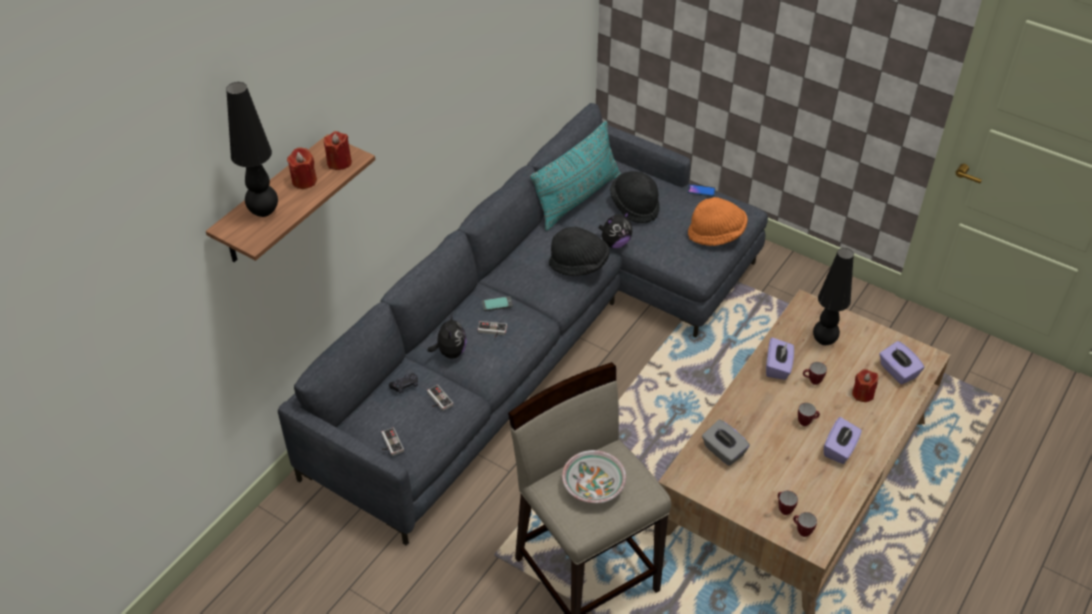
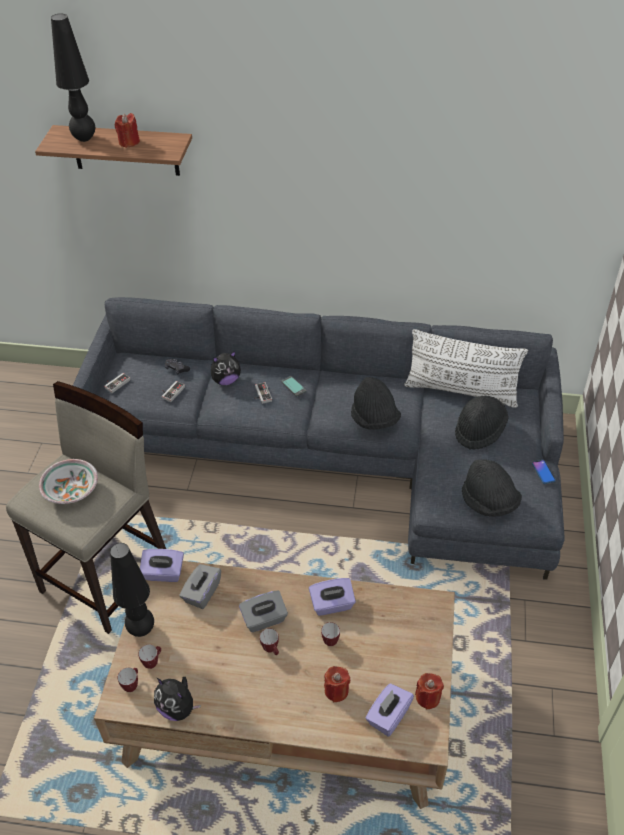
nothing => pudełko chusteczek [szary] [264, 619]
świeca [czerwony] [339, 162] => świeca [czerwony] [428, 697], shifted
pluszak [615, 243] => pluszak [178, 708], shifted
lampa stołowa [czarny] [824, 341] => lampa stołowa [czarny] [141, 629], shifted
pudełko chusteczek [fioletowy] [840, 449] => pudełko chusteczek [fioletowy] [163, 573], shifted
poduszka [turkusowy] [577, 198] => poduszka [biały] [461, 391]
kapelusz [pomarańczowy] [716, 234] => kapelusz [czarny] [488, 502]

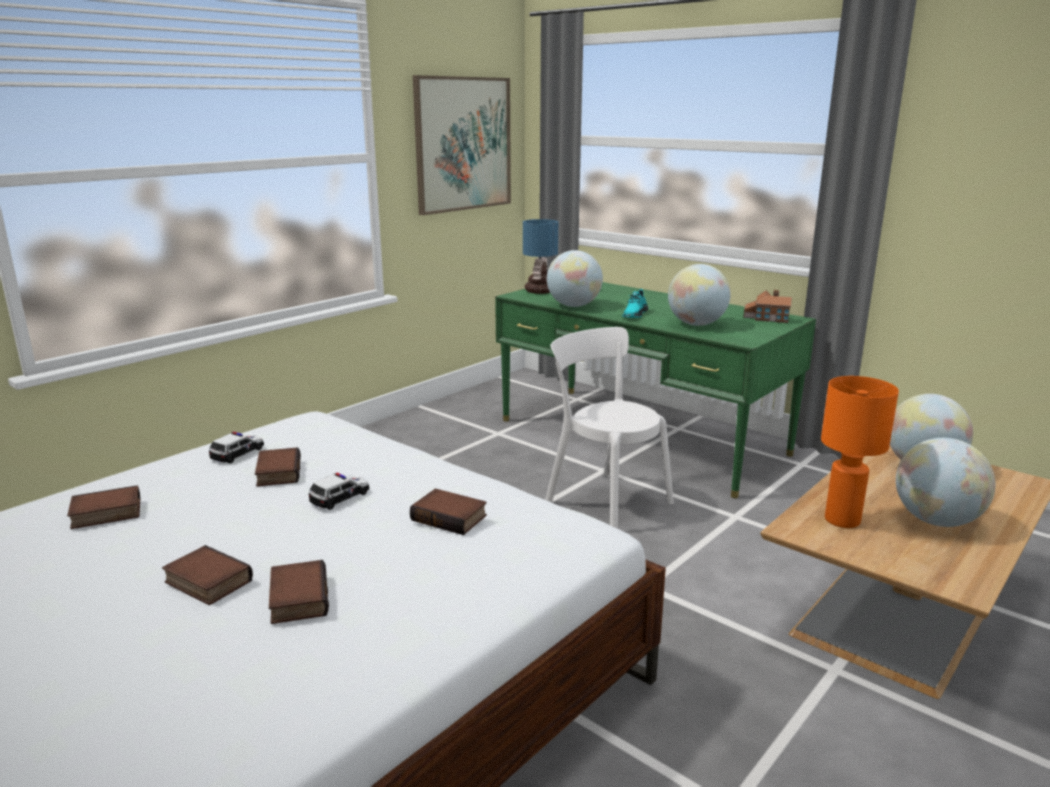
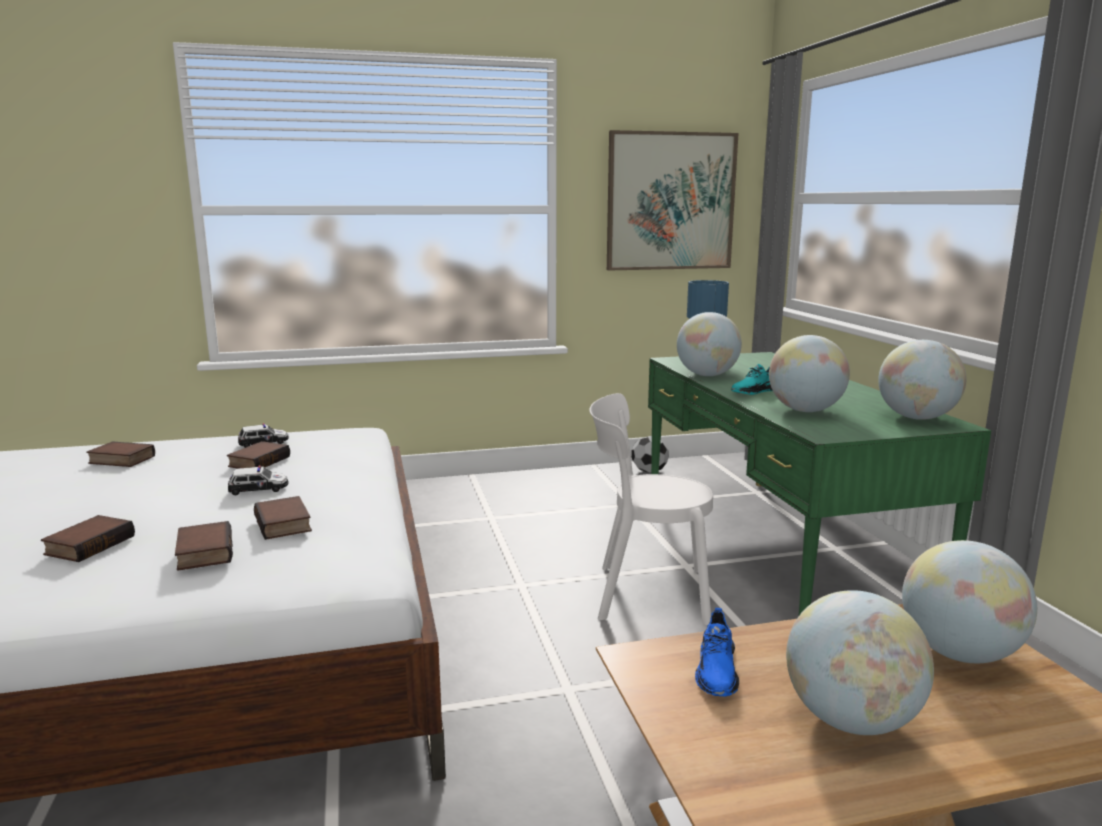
nothing => piłka futbolowa [649, 471]
książka [206, 582] => książka [203, 552], shifted
domek [765, 317] => globus [916, 418]
lampa stołowa [pomarańczowy] [842, 520] => but [niebieski] [716, 670]
krzesło [biały] [604, 500] => krzesło [biały] [645, 593], 75 degrees counterclockwise

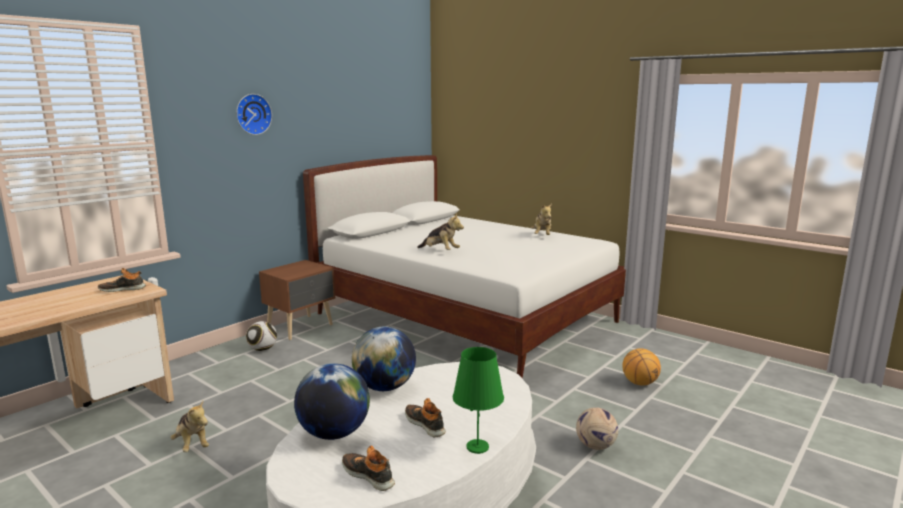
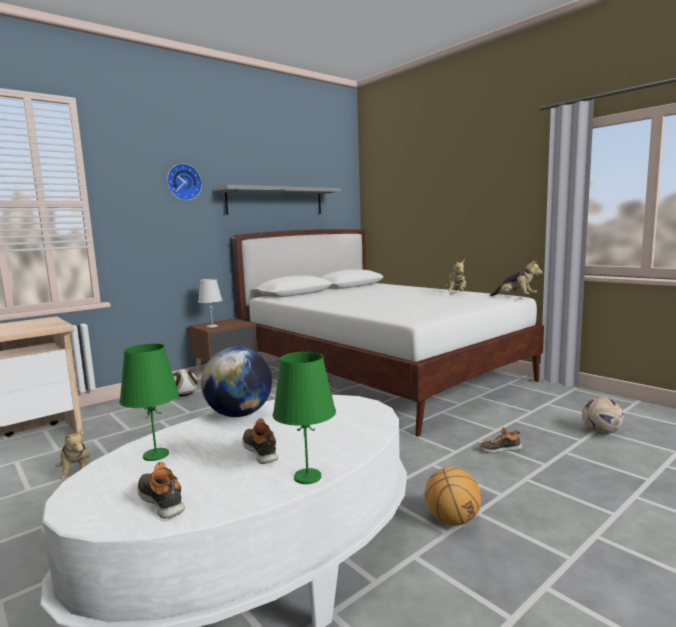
nothing => lampa stołowa [biały] [212, 326]
nothing => półka [szary] [275, 201]
but [123, 289] => but [500, 449], shifted
pluszak [440, 251] => pluszak [515, 297], shifted
piłka futbolowa [595, 446] => piłka futbolowa [601, 432], shifted
piłka do koszykówki [639, 383] => piłka do koszykówki [452, 520], shifted
globus [334, 433] => lampa stołowa [zielony] [156, 455]

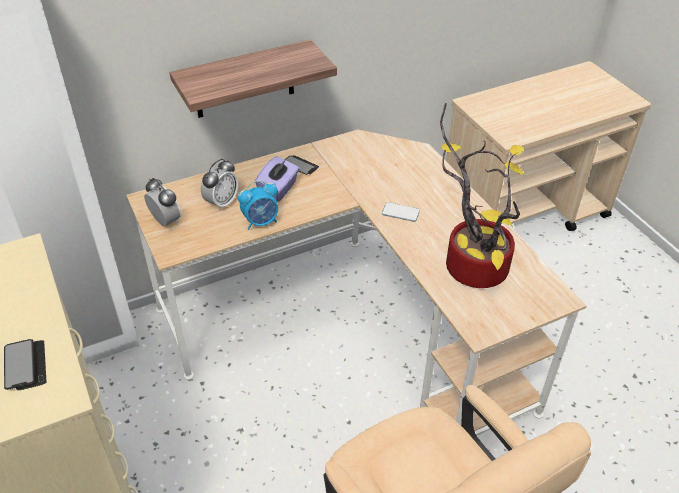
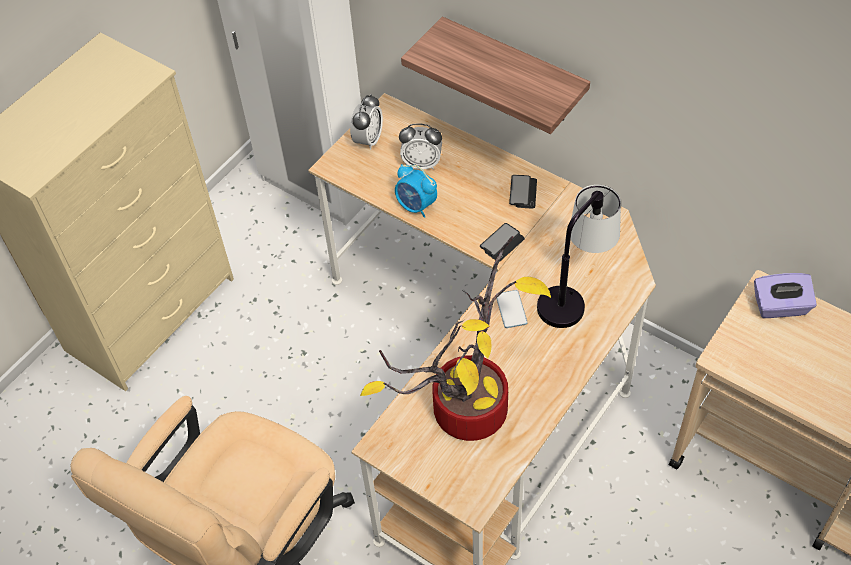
nothing => lampa stołowa [573, 293]
telefon [25, 365] => telefon [502, 243], shifted
pudełko chusteczek [fioletowy] [278, 189] => pudełko chusteczek [fioletowy] [780, 307], shifted

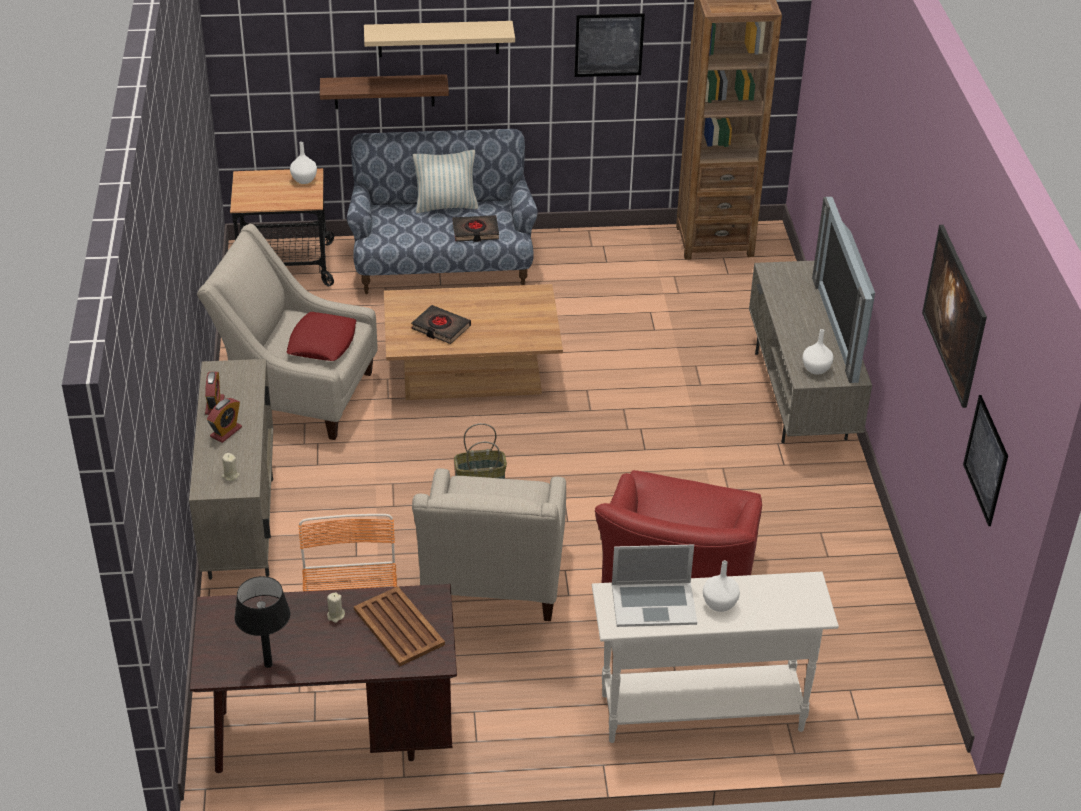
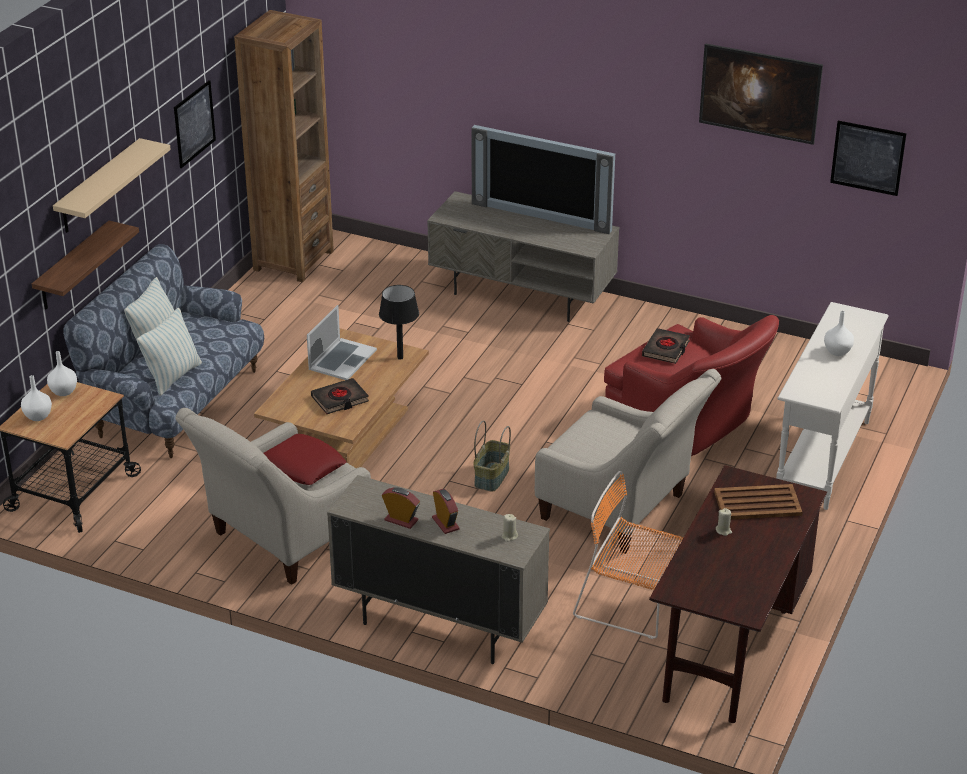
nothing => poduszka [173, 377]
lampa stołowa [czarny] [268, 664] => lampa stołowa [czarny] [400, 357], shifted
książka [czarny] [475, 232] => książka [czarny] [666, 349], shifted
laptop [653, 603] => laptop [342, 359], shifted
wazon [biały] [816, 369] => wazon [biały] [37, 416], shifted

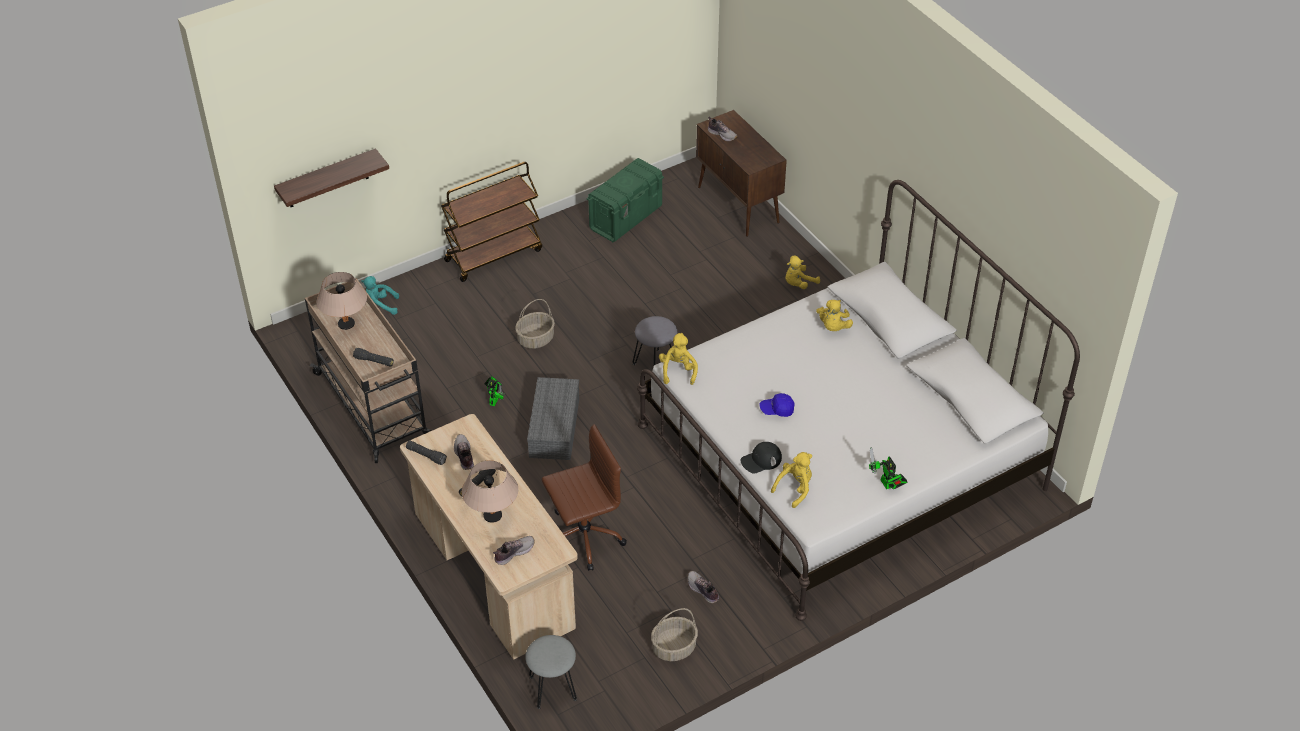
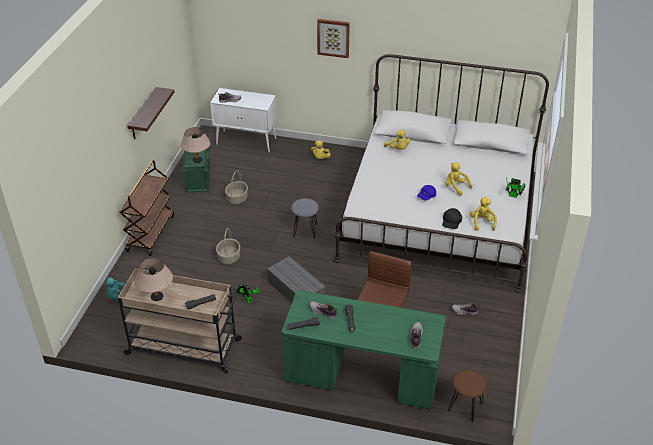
nothing => obraz [333, 37]
półka [327, 179] => półka [143, 114], shifted
lampa stołowa [beżowy] [492, 516] => lampa stołowa [beżowy] [197, 160], shifted
koszyk [674, 648] => koszyk [237, 199], shifted
pluszak [żółty] [678, 371] => pluszak [żółty] [456, 187], shifted
biurko [beżowy] [493, 572] => biurko [zielony] [361, 378]
stołek [szary] [552, 688] => stołek [brązowy] [465, 407]
szafka [brązowy] [739, 205] => szafka [biały] [246, 141]

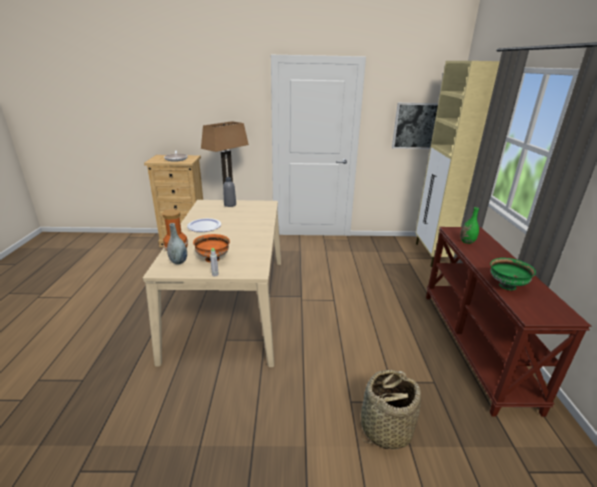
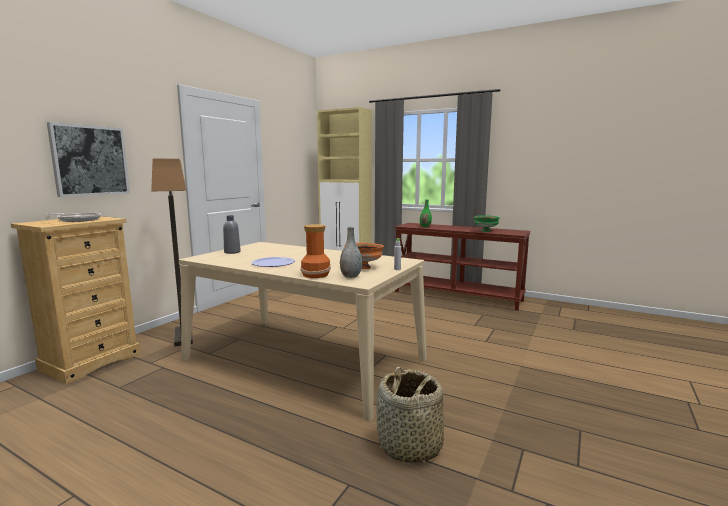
koszyk [385, 428] => koszyk [409, 446], shifted
obraz [416, 126] => obraz [90, 160], shifted

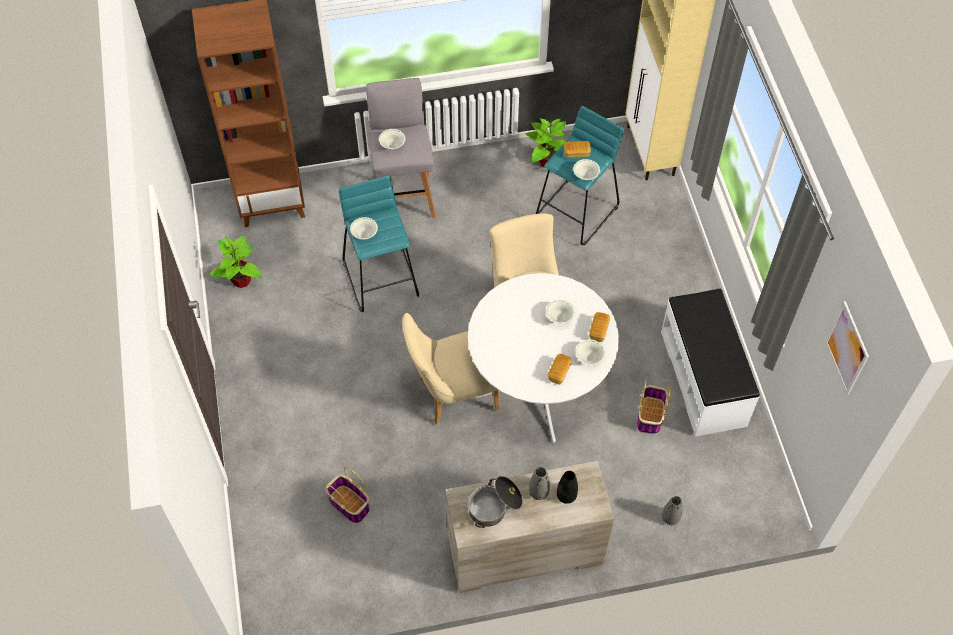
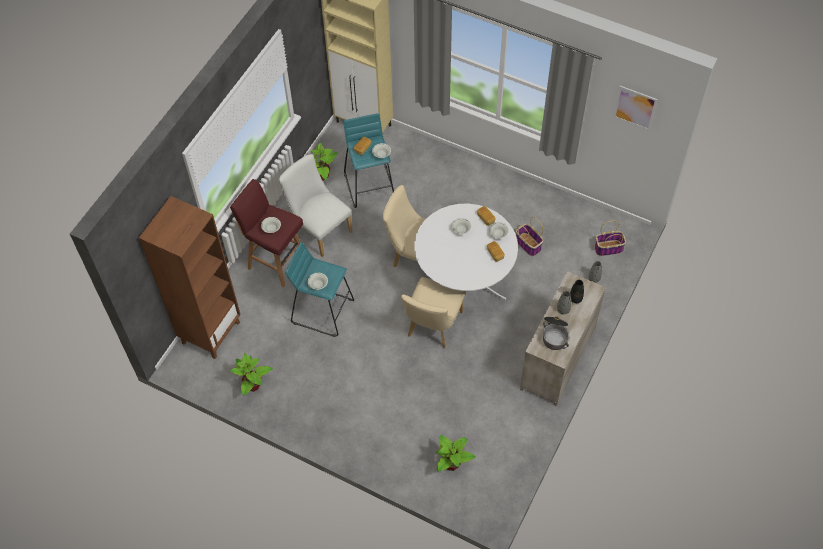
ławka [biały] [704, 378] => nothing
nothing => krzesło [biały] [319, 229]
nothing => roślina doniczkowa [452, 463]
koszyk [350, 504] => koszyk [609, 248], shifted
stołek [szary] [404, 196] => stołek [czerwony] [276, 261]

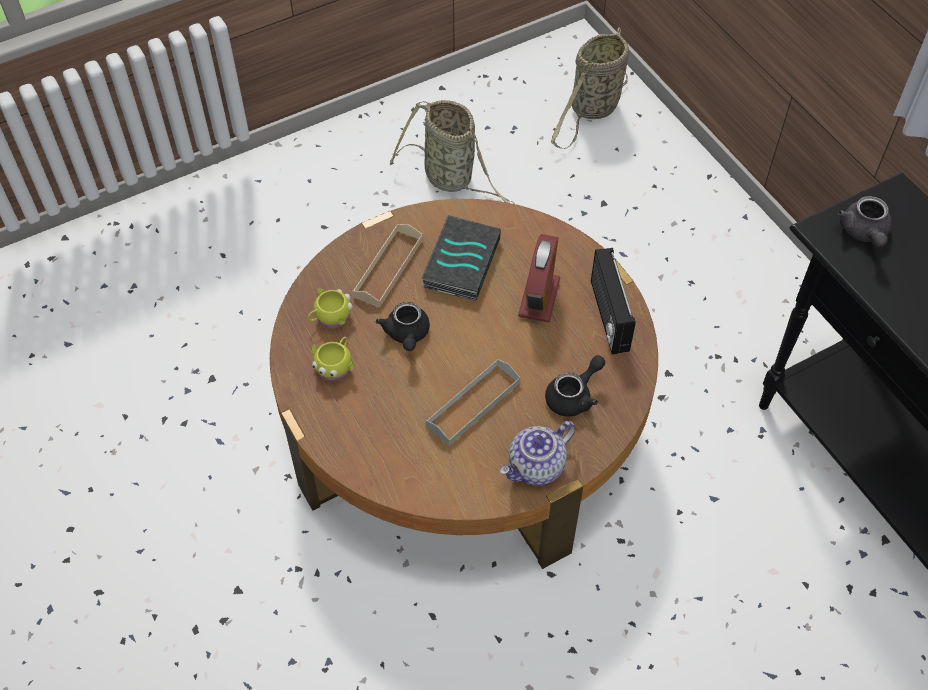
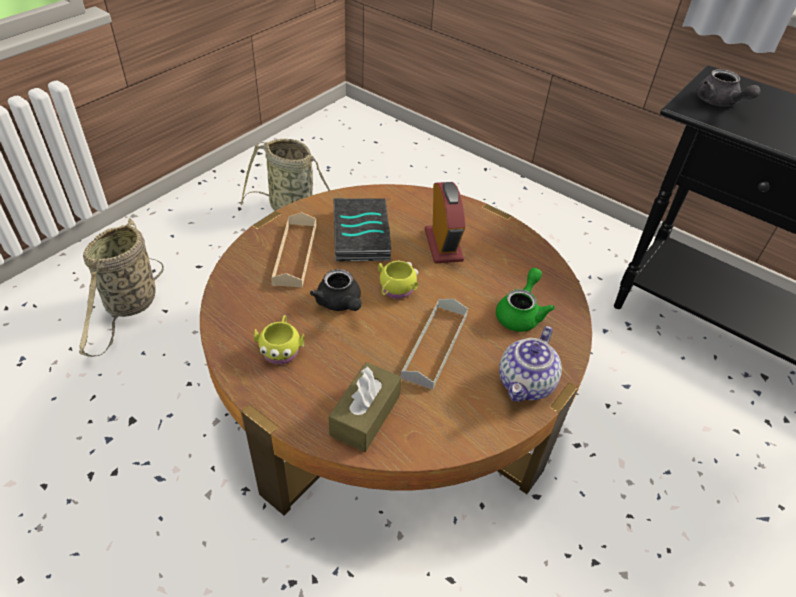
radio [607, 316] => nothing
nothing => pudełko chusteczek [brązowy] [365, 415]
kubek [żółty] [330, 317] => kubek [żółty] [395, 290], shifted
koszyk [592, 110] => koszyk [130, 306], shifted
imbryk [czarny] [574, 396] => imbryk [zielony] [520, 313]

